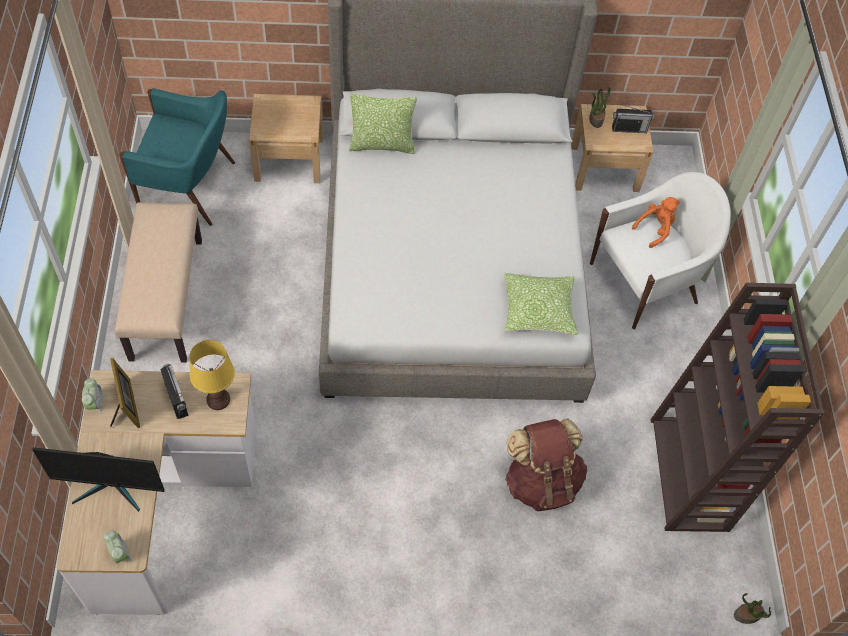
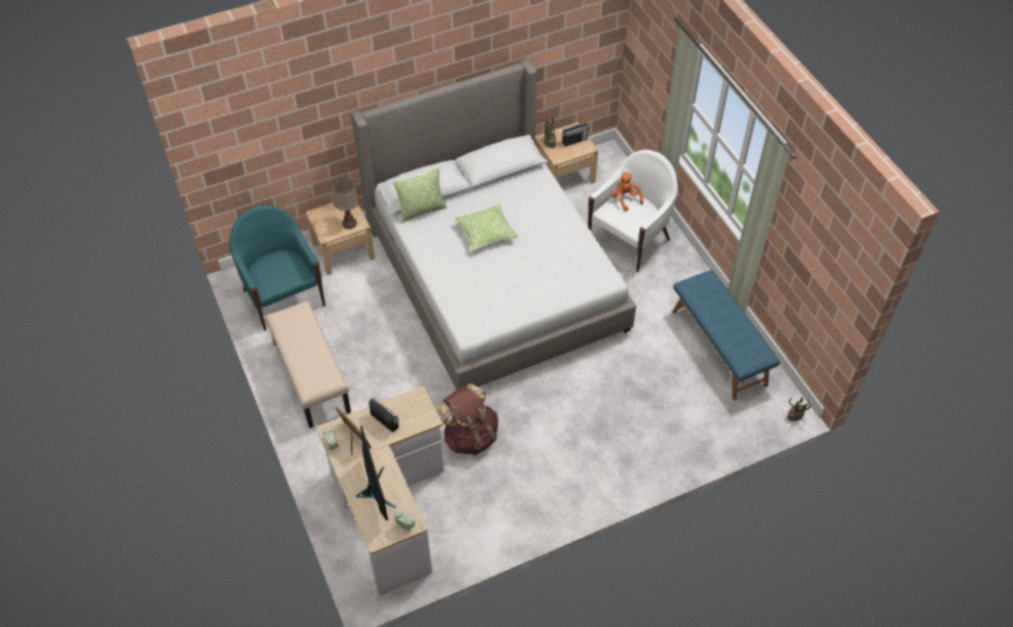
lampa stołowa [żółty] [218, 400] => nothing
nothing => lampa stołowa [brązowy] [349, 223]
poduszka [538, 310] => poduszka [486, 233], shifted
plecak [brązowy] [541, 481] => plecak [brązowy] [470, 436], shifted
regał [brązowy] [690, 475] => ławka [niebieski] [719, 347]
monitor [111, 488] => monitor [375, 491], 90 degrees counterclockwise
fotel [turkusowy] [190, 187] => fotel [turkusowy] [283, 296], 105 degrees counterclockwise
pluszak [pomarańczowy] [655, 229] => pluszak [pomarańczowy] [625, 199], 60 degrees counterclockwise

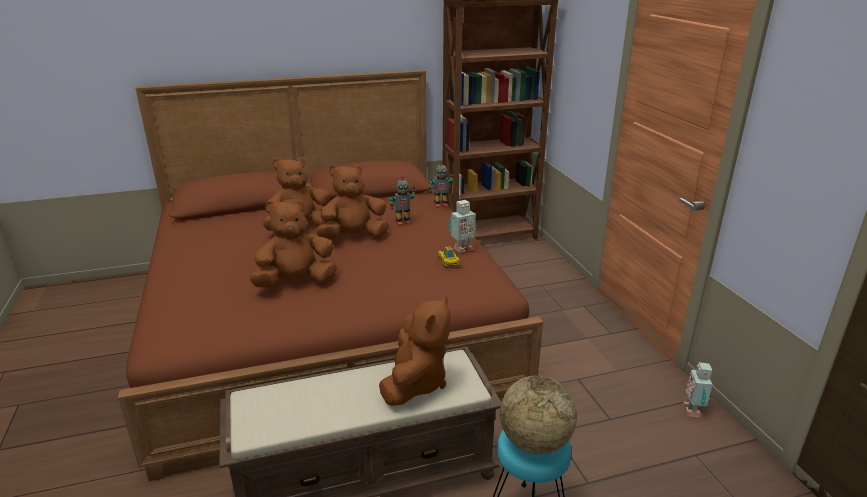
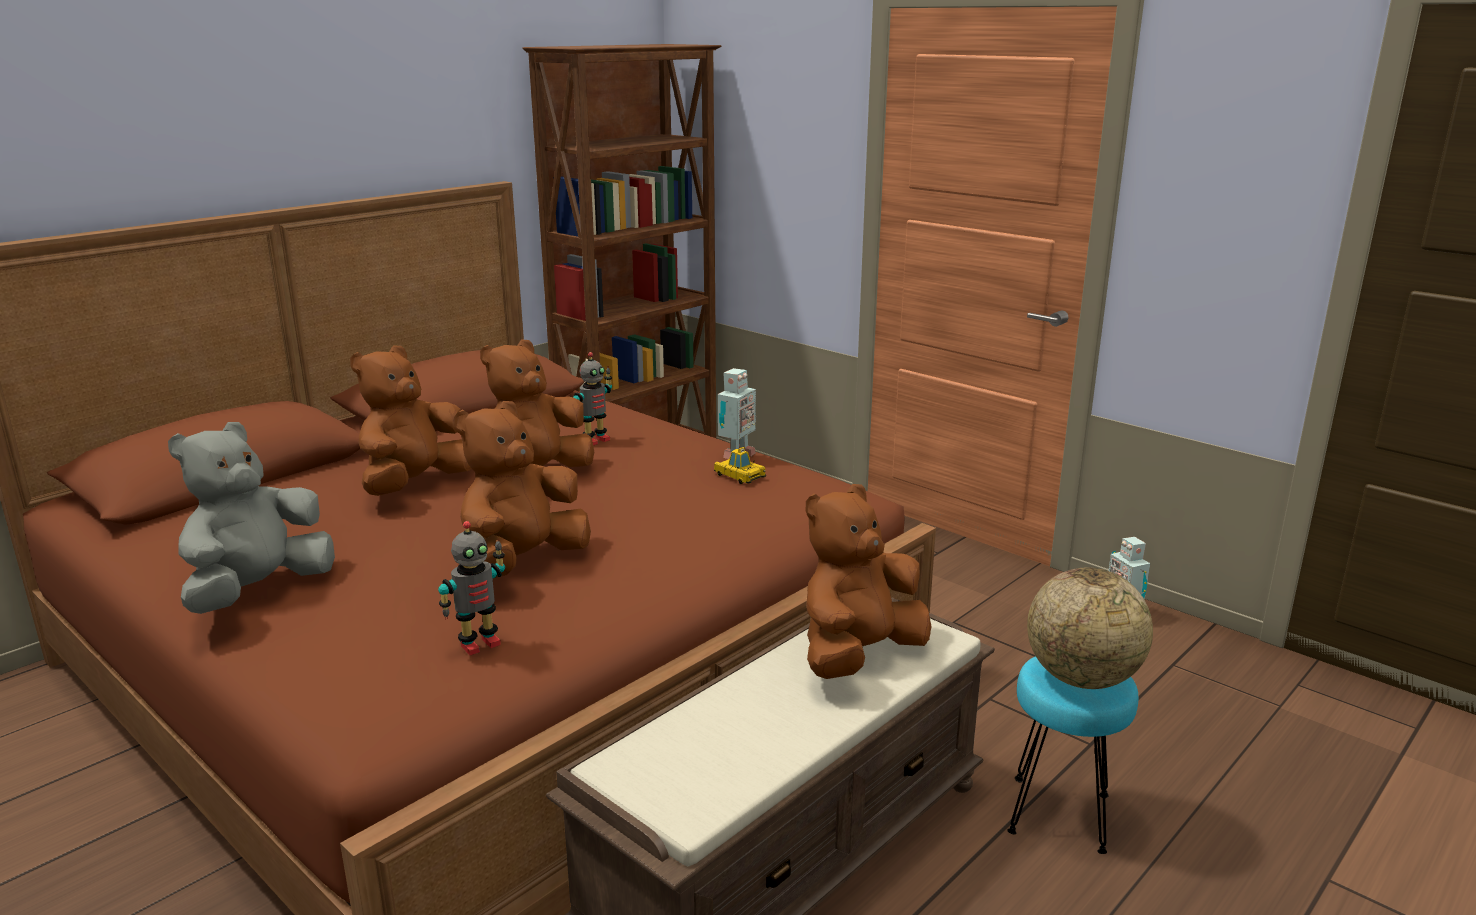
nothing => pluszak [szary] [258, 591]
robot zabawkowy [441, 205] => robot zabawkowy [479, 644], shifted
pluszak [brązowy] [415, 383] => pluszak [brązowy] [858, 655], 120 degrees counterclockwise

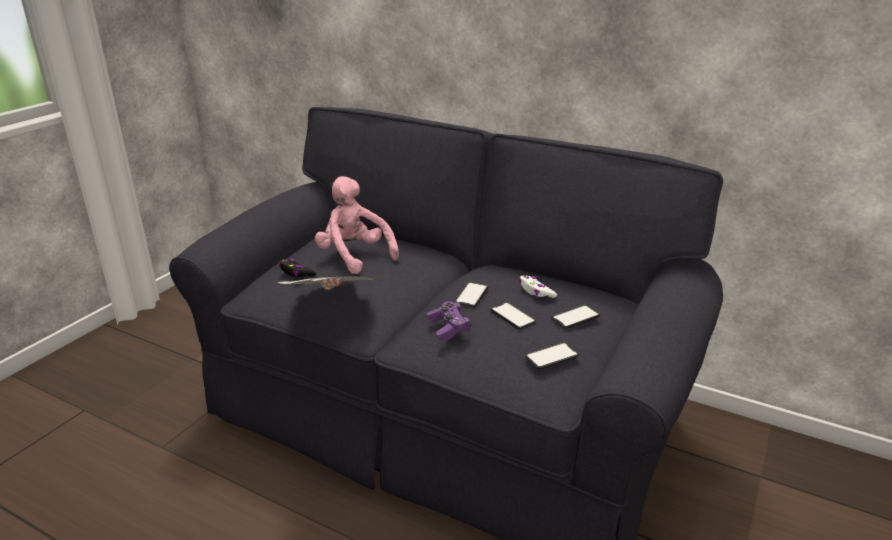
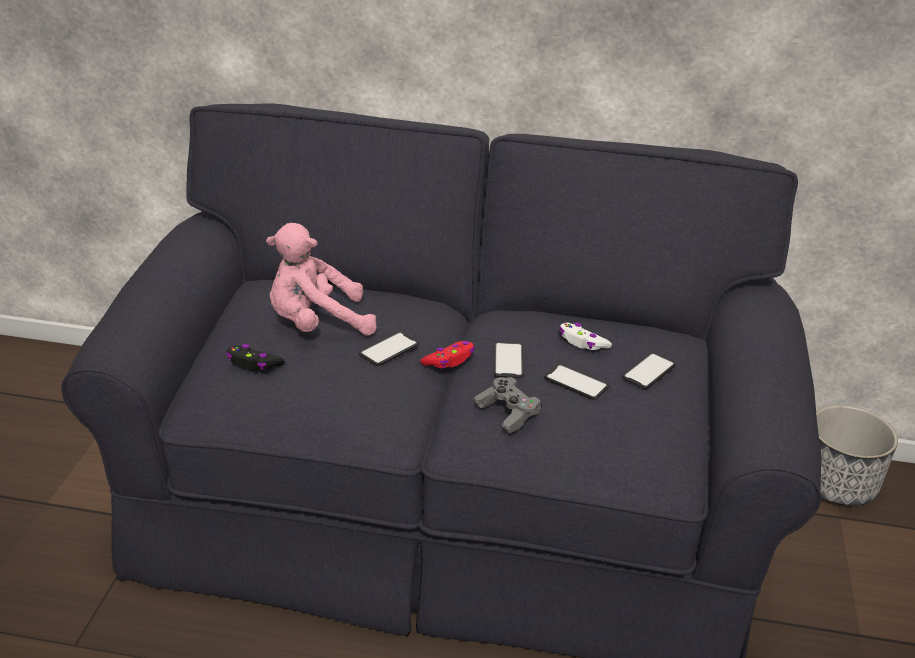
gazeta [331, 303] => nothing
nothing => pad do gier [czerwony] [449, 360]
nothing => donica [837, 484]
telefon [551, 356] => telefon [389, 349], shifted
pad do gier [fioletowy] [448, 328] => pad do gier [szary] [507, 413]
pluszak [różowy] [354, 256] => pluszak [różowy] [316, 324], 45 degrees counterclockwise

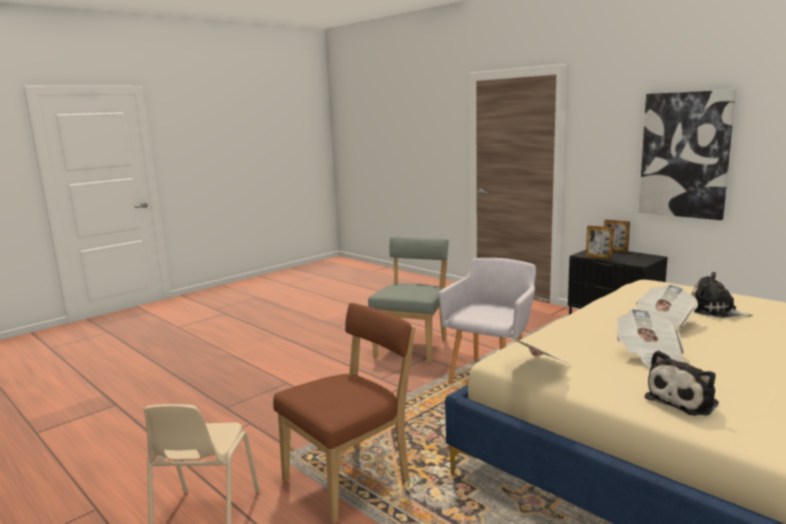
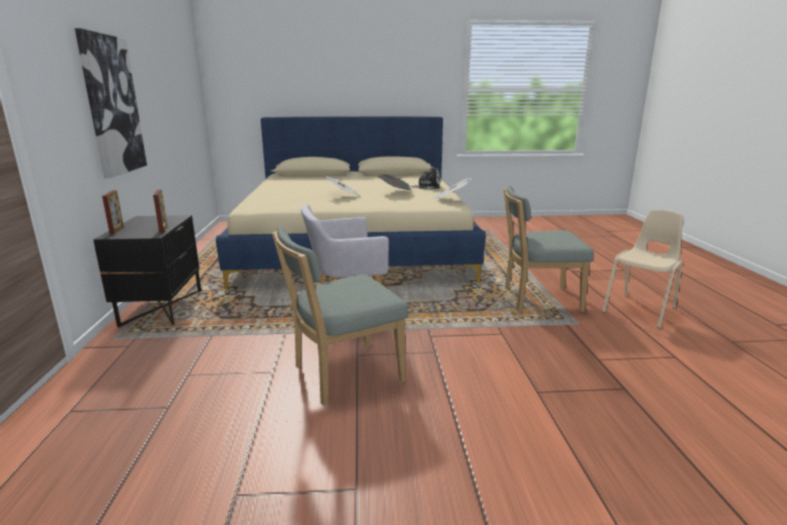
pluszak [715, 311] => nothing
krzesło [brązowy] [351, 478] => krzesło [szary] [537, 299]

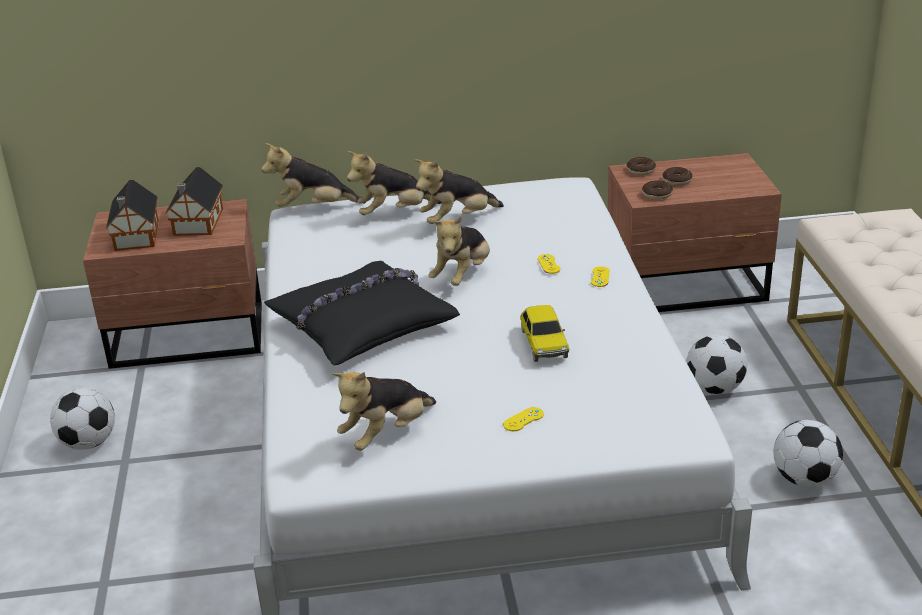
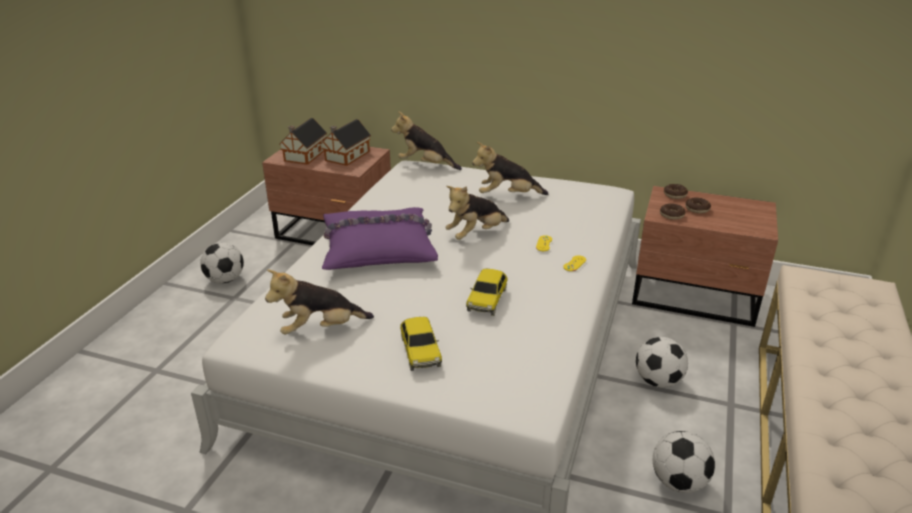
pluszak [394, 213] => nothing
pad do gier [żółty] [523, 419] => samochodzik [420, 351]
poduszka [czarny] [362, 325] => poduszka [fioletowy] [378, 248]

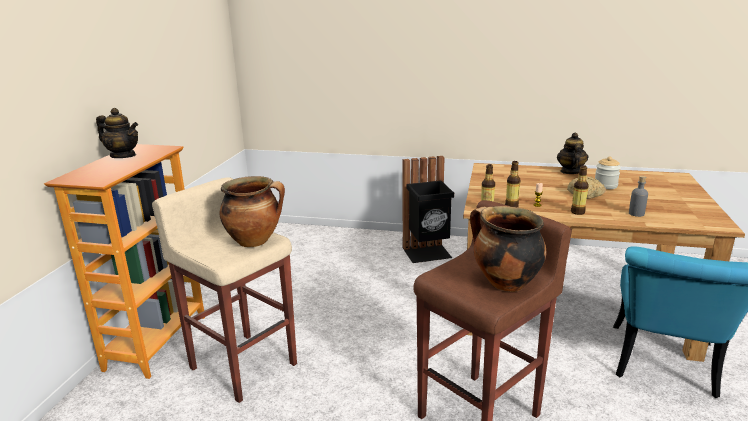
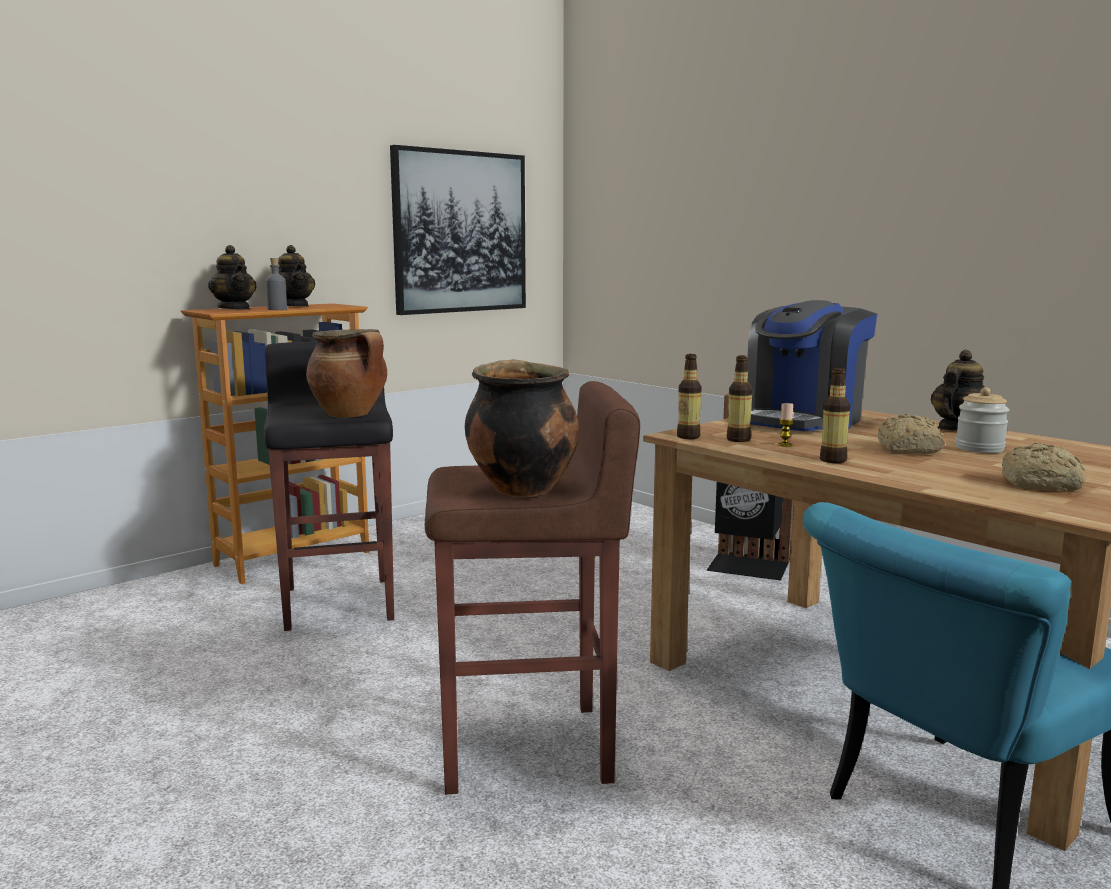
nothing => imbryk [234, 309]
nothing => obraz [460, 232]
nothing => ekspres do kawy [803, 421]
nothing => chleb [1042, 485]
butelka [szary] [636, 213] => butelka [szary] [277, 309], shifted
stołek [beżowy] [243, 364] => stołek [czarny] [340, 602]

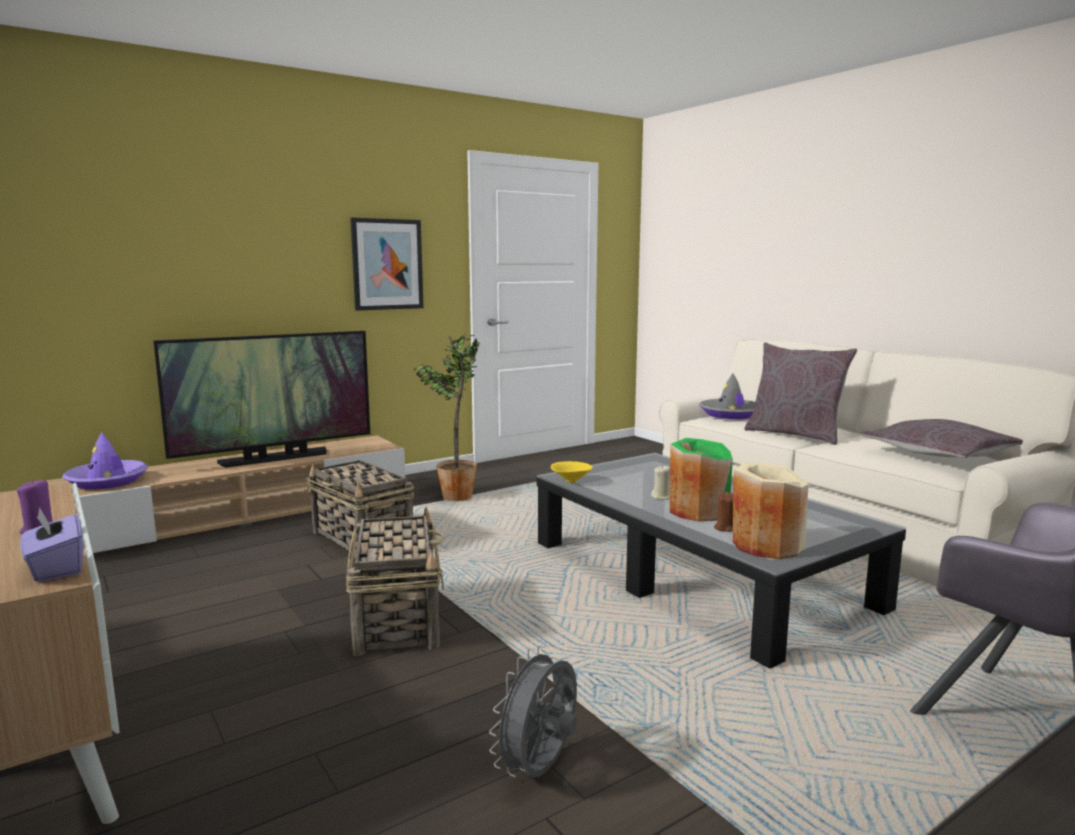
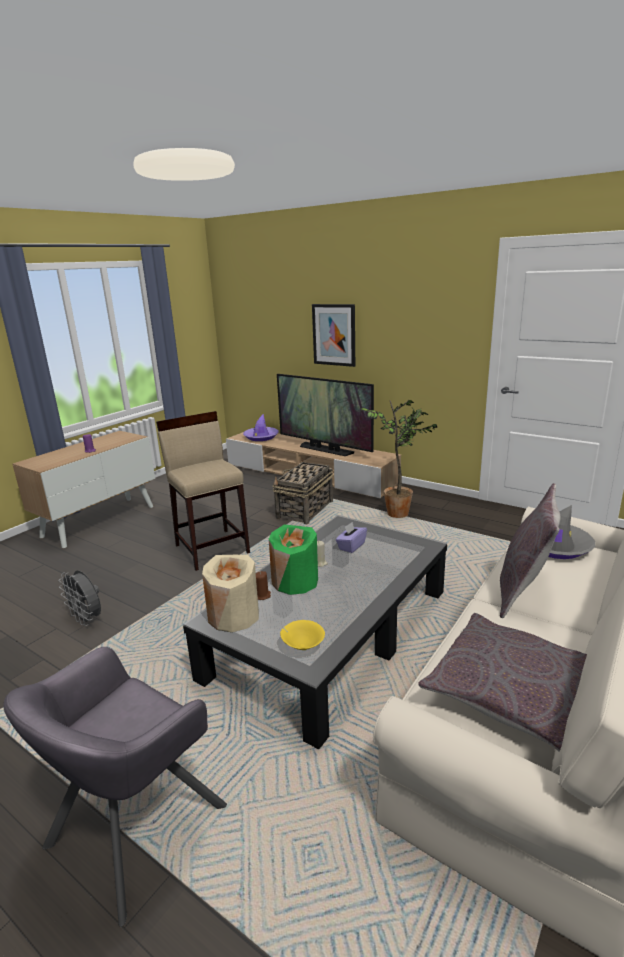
pudełko chusteczek [fioletowy] [56, 568] => pudełko chusteczek [fioletowy] [351, 546], shifted
obraz [387, 264] => obraz [334, 335], shifted
miska [żółty] [570, 481] => miska [żółty] [302, 646], shifted
koszyk [397, 619] => stołek [beżowy] [212, 548]
wentylator [szary] [540, 770] => wentylator [szary] [87, 619], 150 degrees counterclockwise

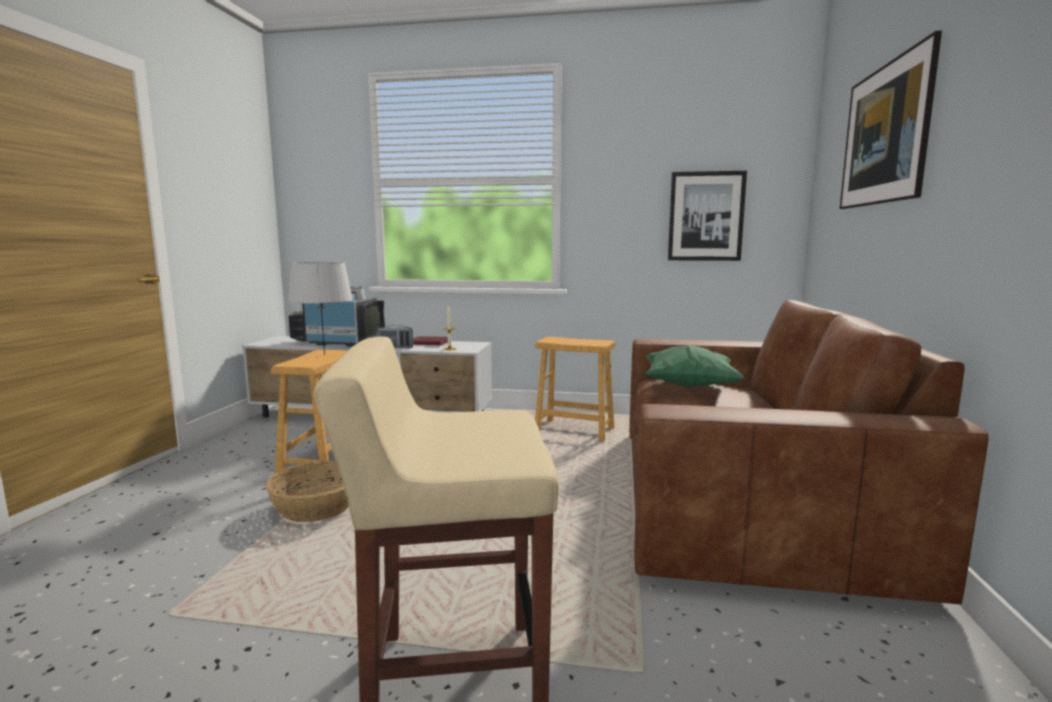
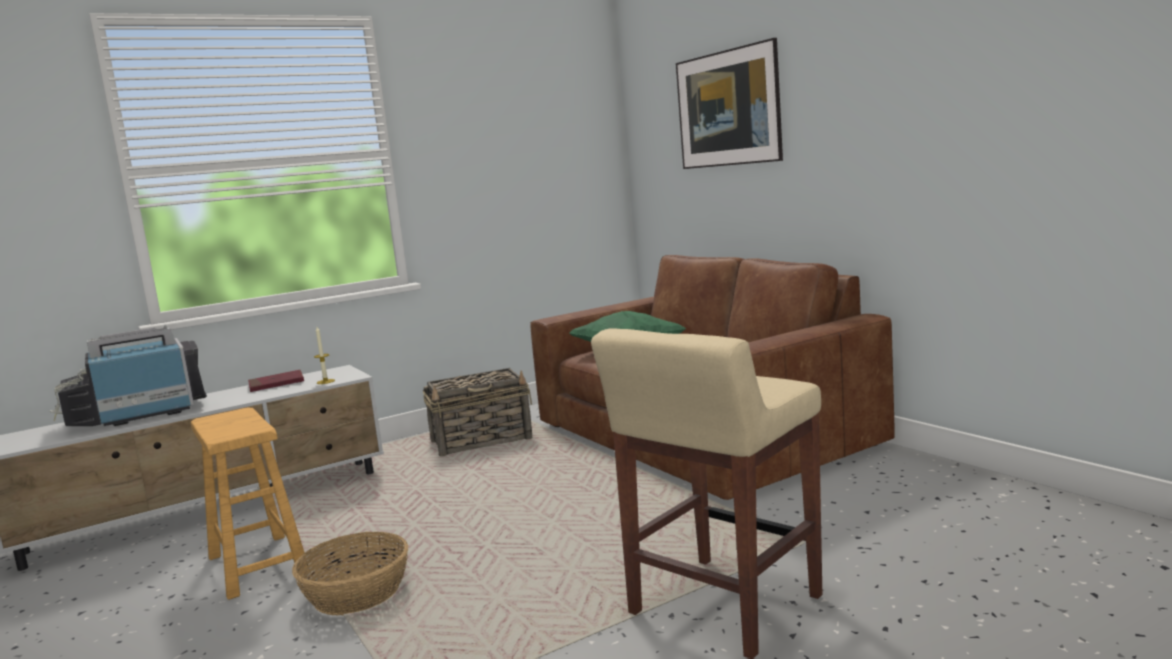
lampa stołowa [szary] [324, 355] => nothing
radio [395, 348] => nothing
obraz [706, 216] => nothing
stołek [brązowy] [574, 430] => koszyk [482, 440]

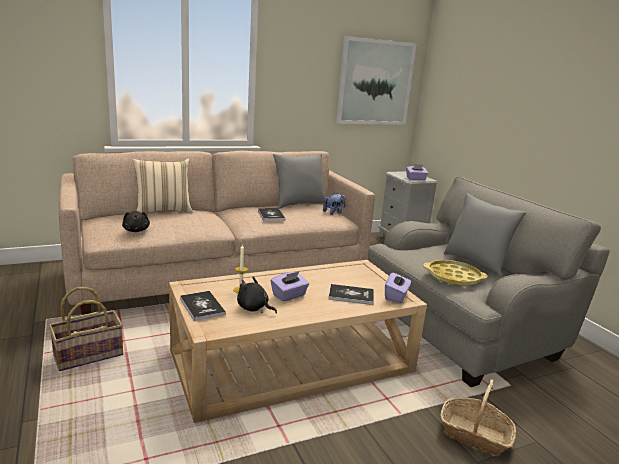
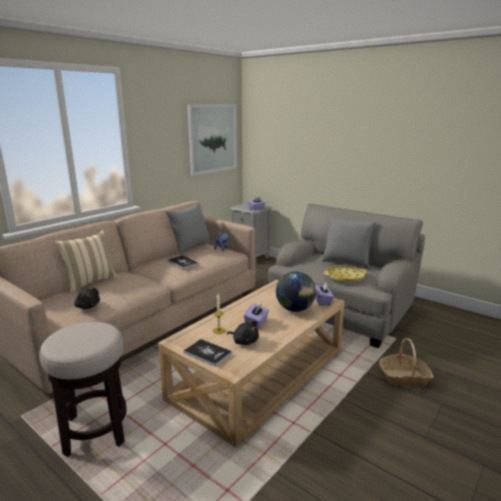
koszyk [88, 355] => stołek [95, 431]
książka [351, 295] => globus [295, 309]
pluszak [czarny] [254, 308] => pluszak [czarny] [244, 341], 150 degrees counterclockwise

